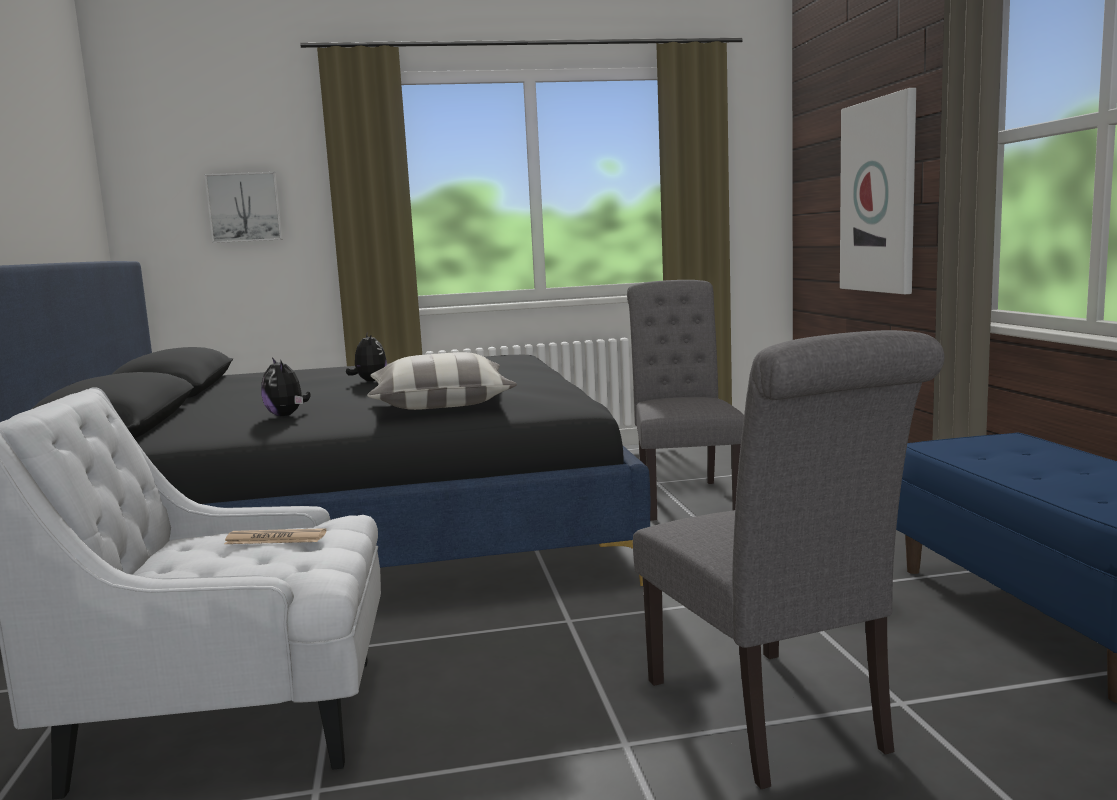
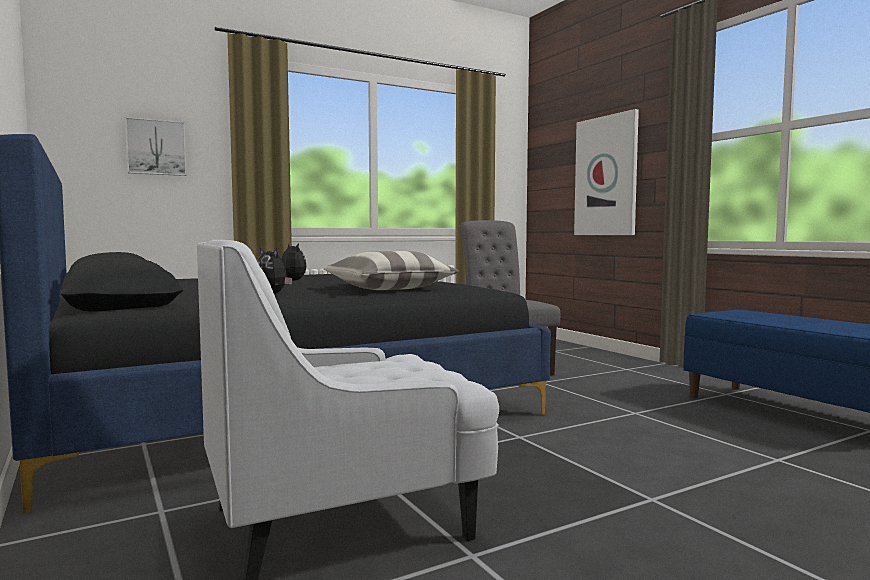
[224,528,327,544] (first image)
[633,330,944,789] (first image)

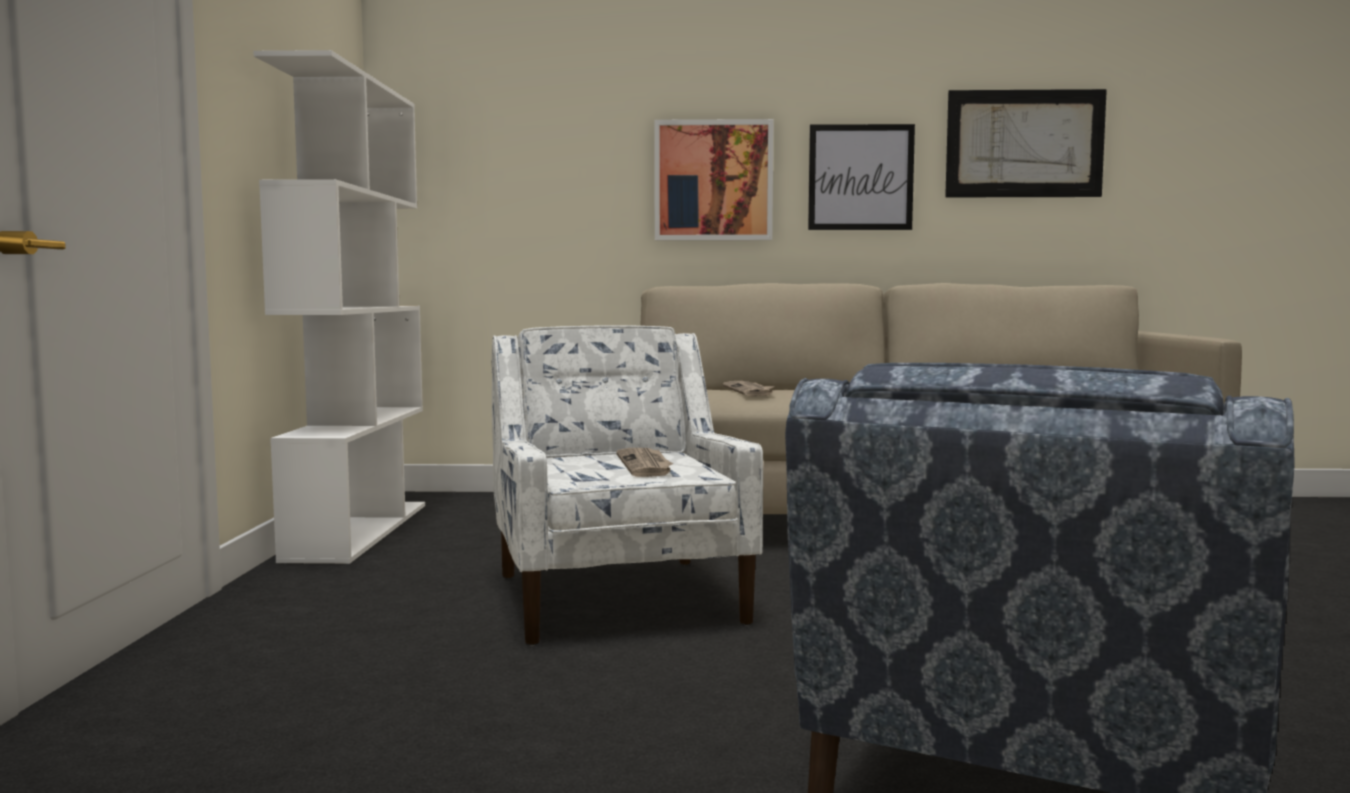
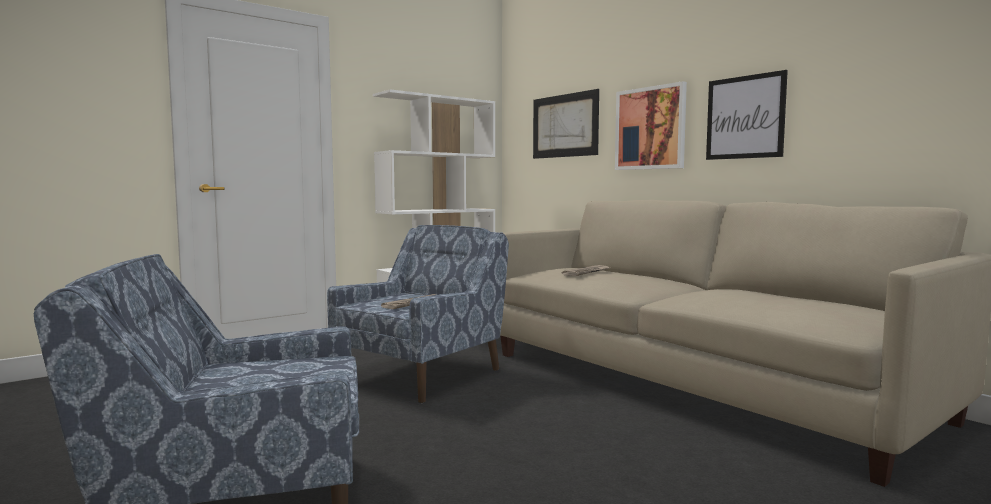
[327,225,509,403]
[533,89,599,159]

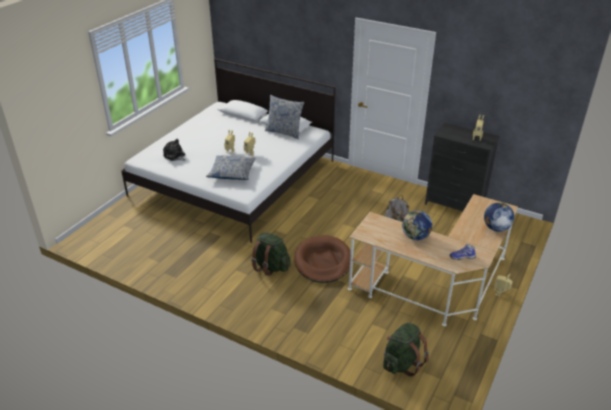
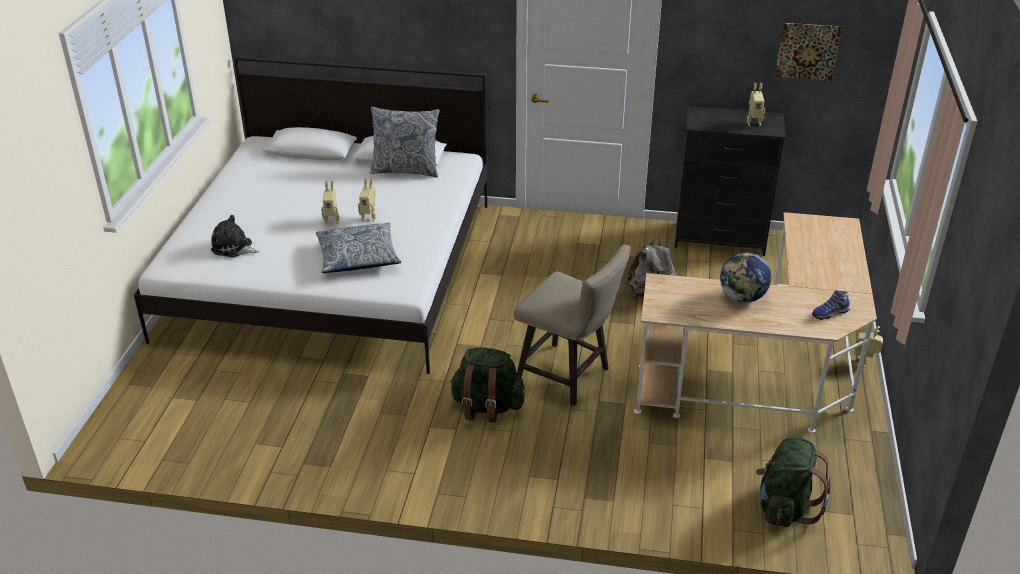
[513,245,631,406]
[484,202,515,232] (first image)
[775,23,842,81]

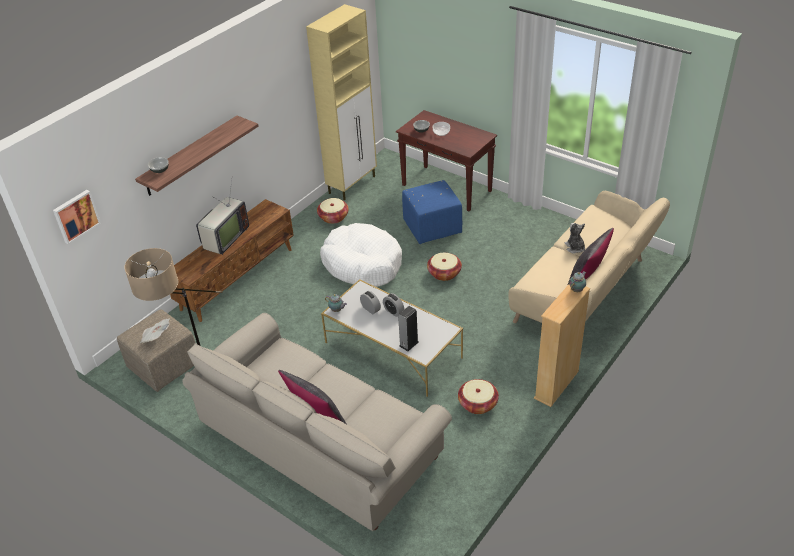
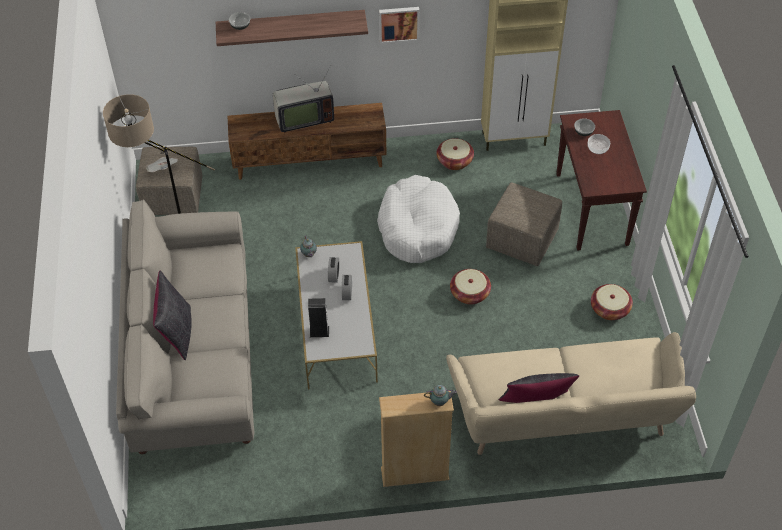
[379,7,419,44]
[486,183,562,266]
[591,284,633,320]
[565,223,585,254] (first image)

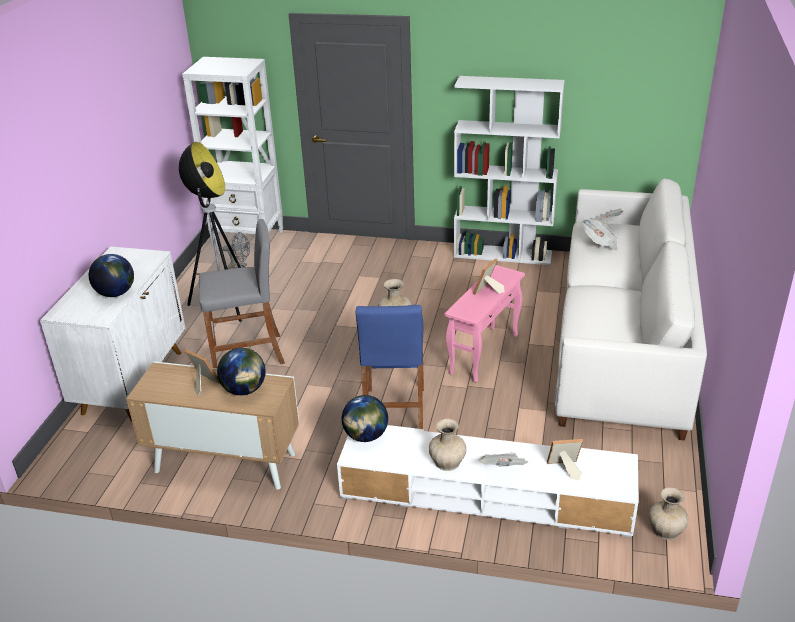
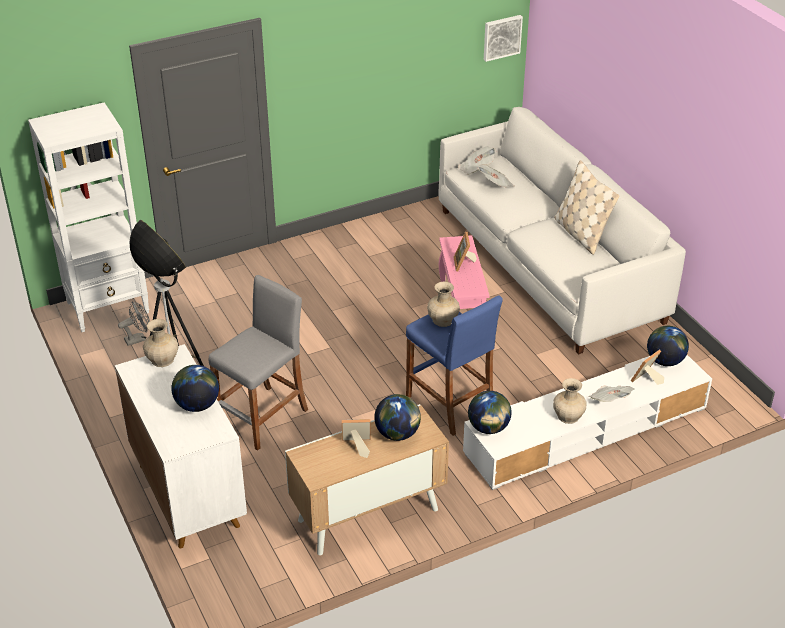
[454,76,565,265] (first image)
[143,319,178,367]
[484,15,523,62]
[554,160,619,255]
[647,326,689,366]

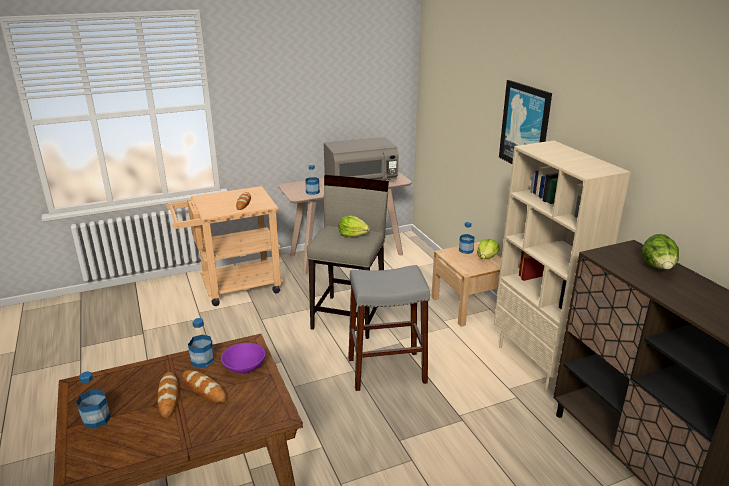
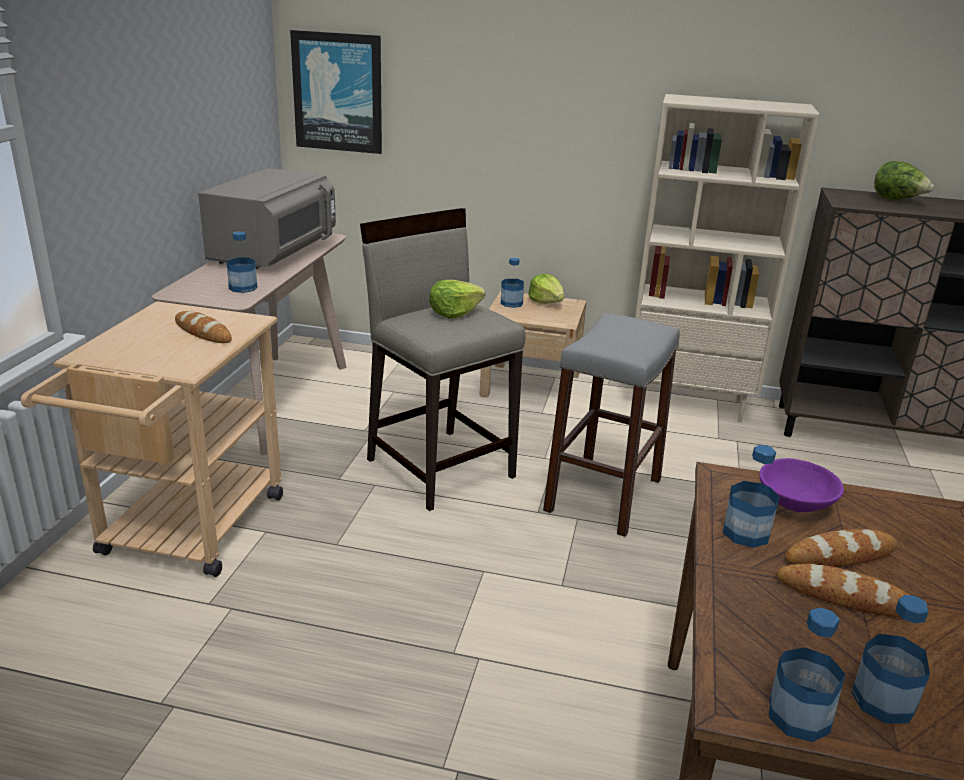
[290,30,382,154]
[769,608,845,742]

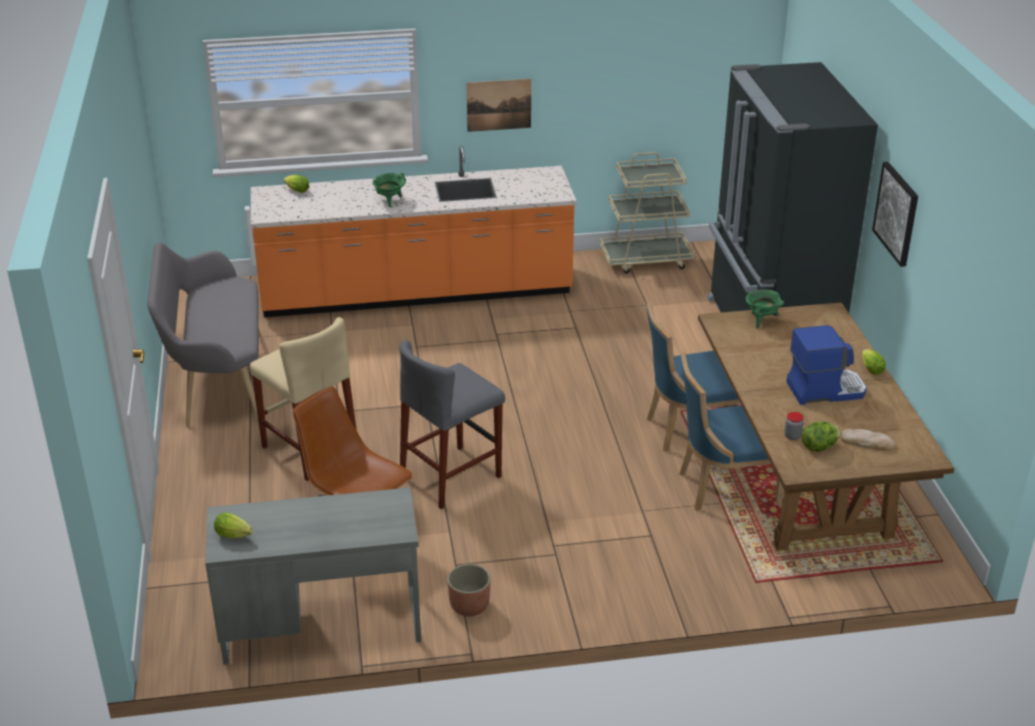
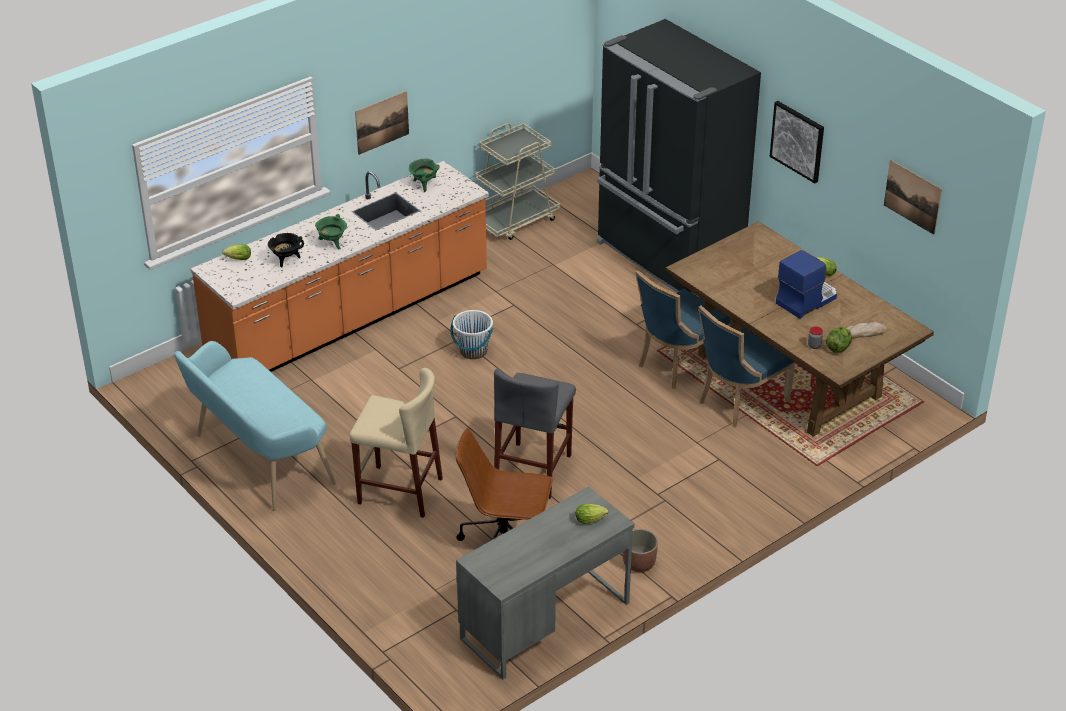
[174,341,336,511]
[576,504,608,524]
[409,159,440,192]
[268,233,304,268]
[450,310,493,359]
[884,160,942,235]

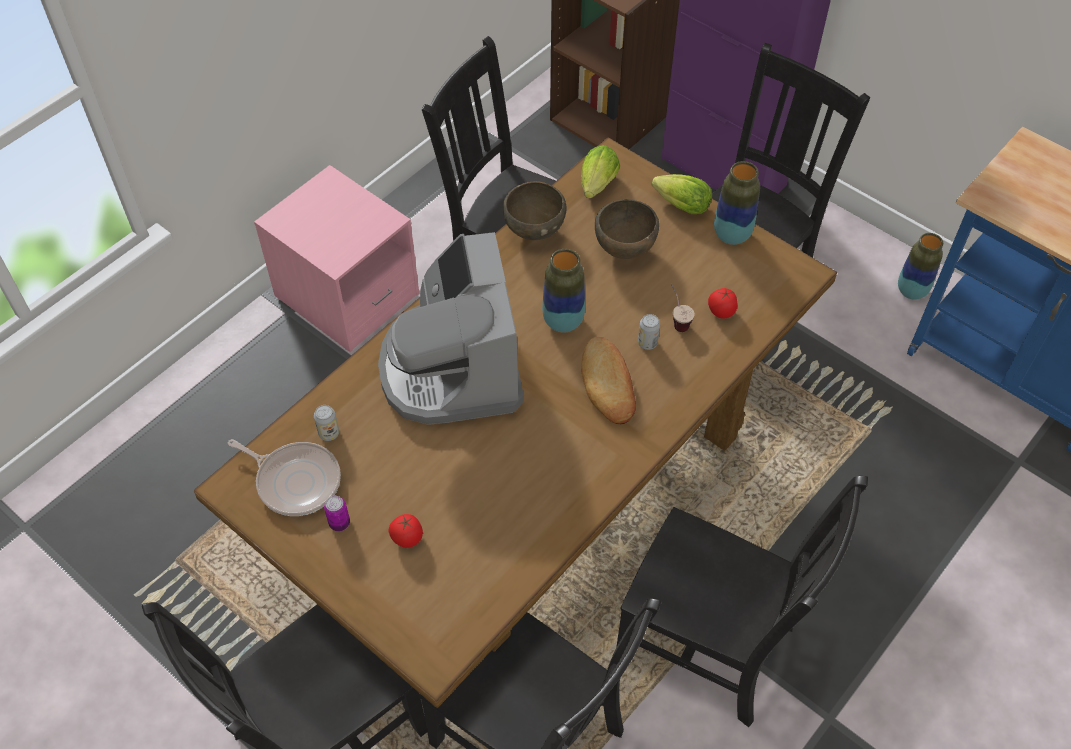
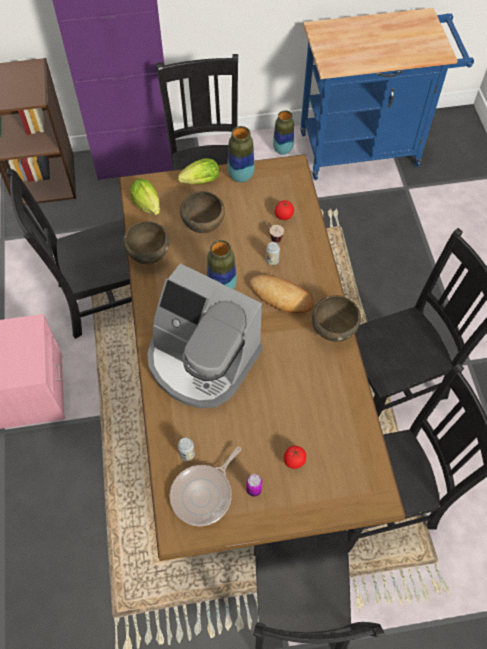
[170,446,241,526]
[312,295,361,342]

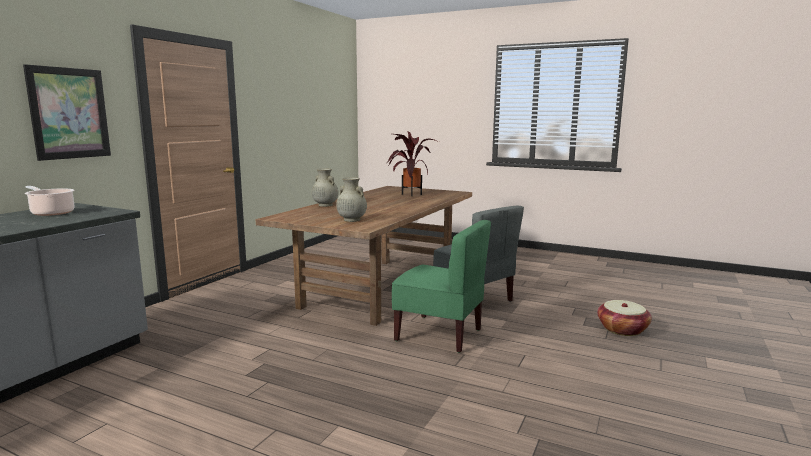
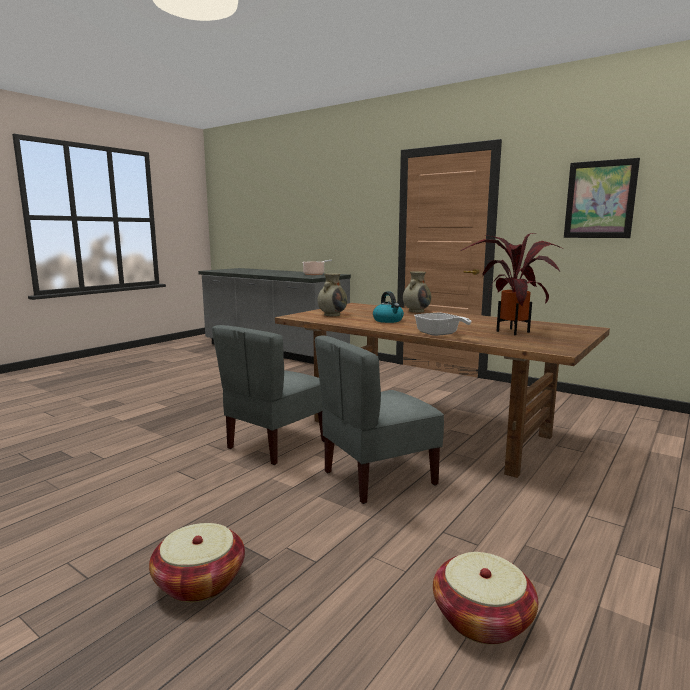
[564,158,640,238]
[212,325,325,465]
[373,291,404,323]
[414,313,472,336]
[433,552,538,645]

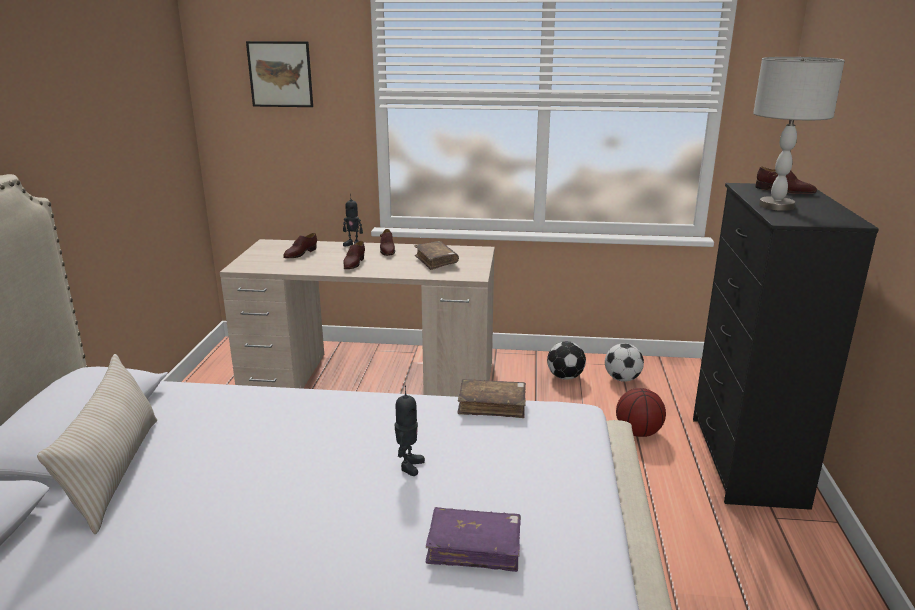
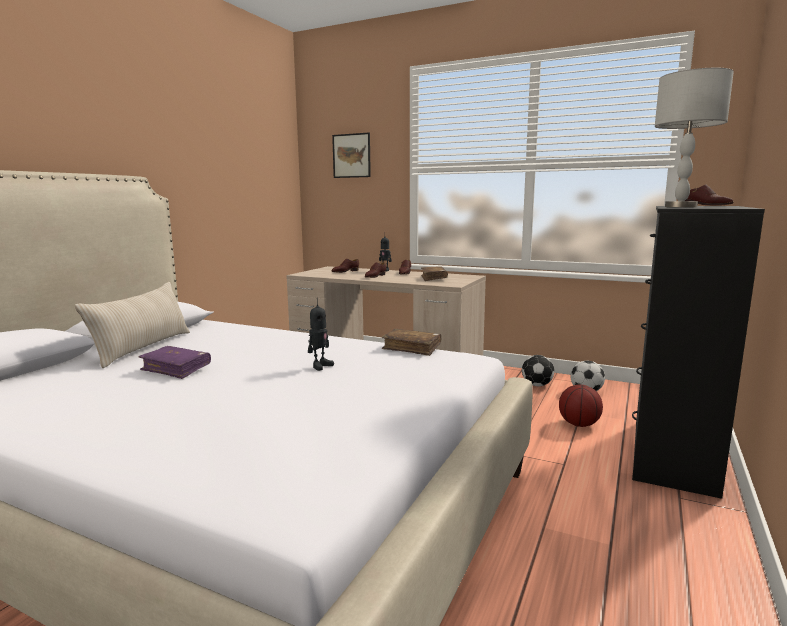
[138,346,211,379]

